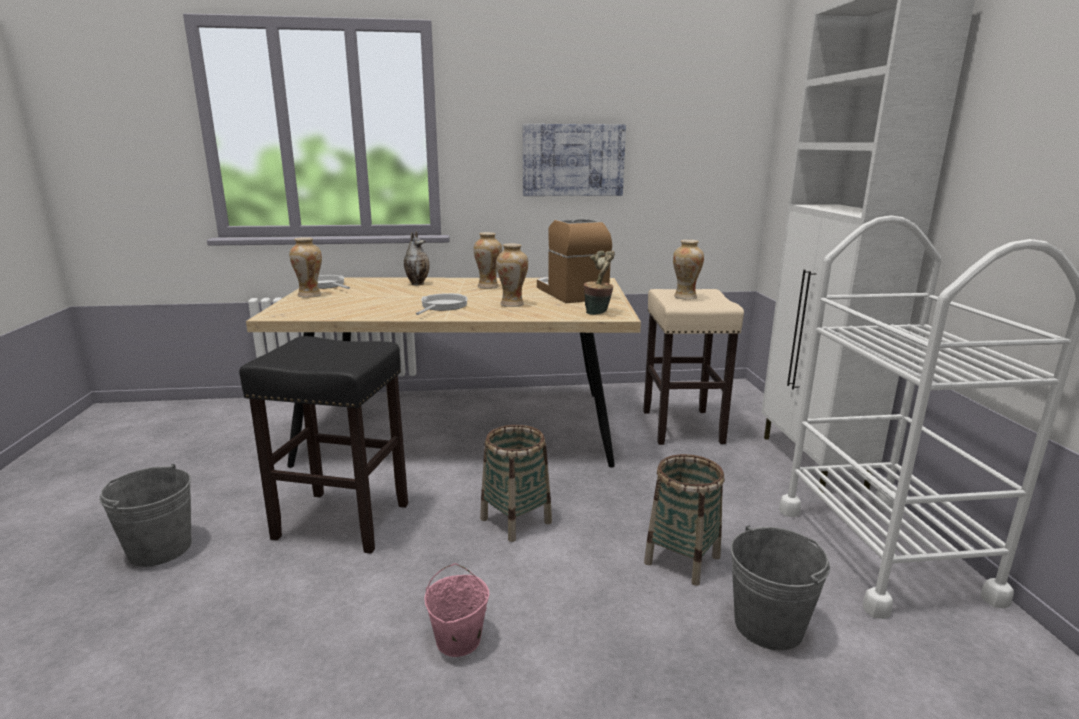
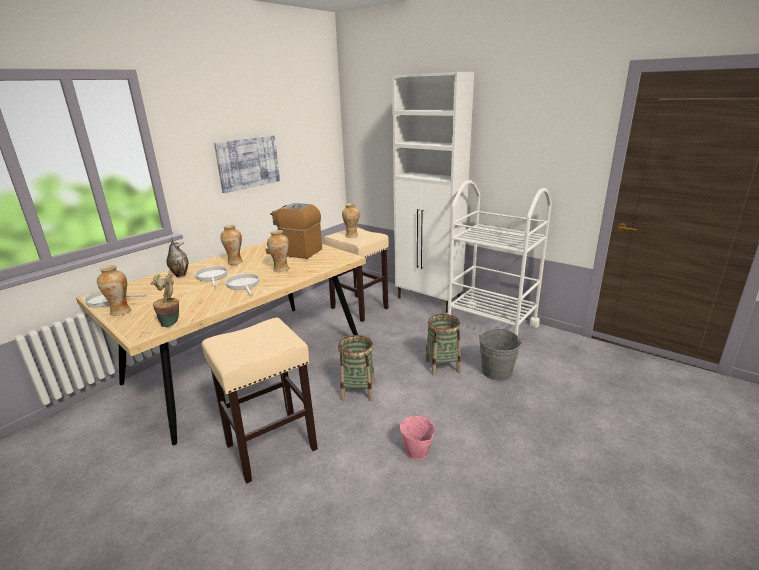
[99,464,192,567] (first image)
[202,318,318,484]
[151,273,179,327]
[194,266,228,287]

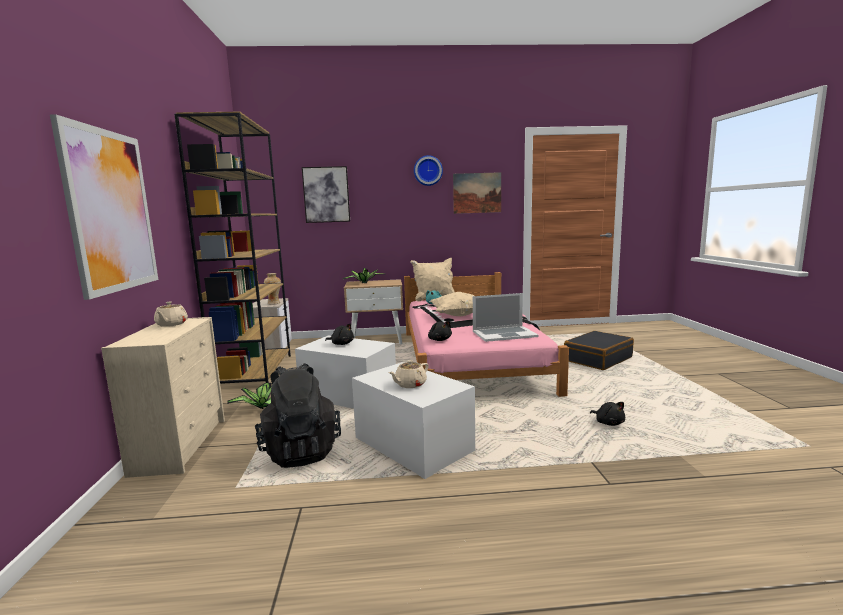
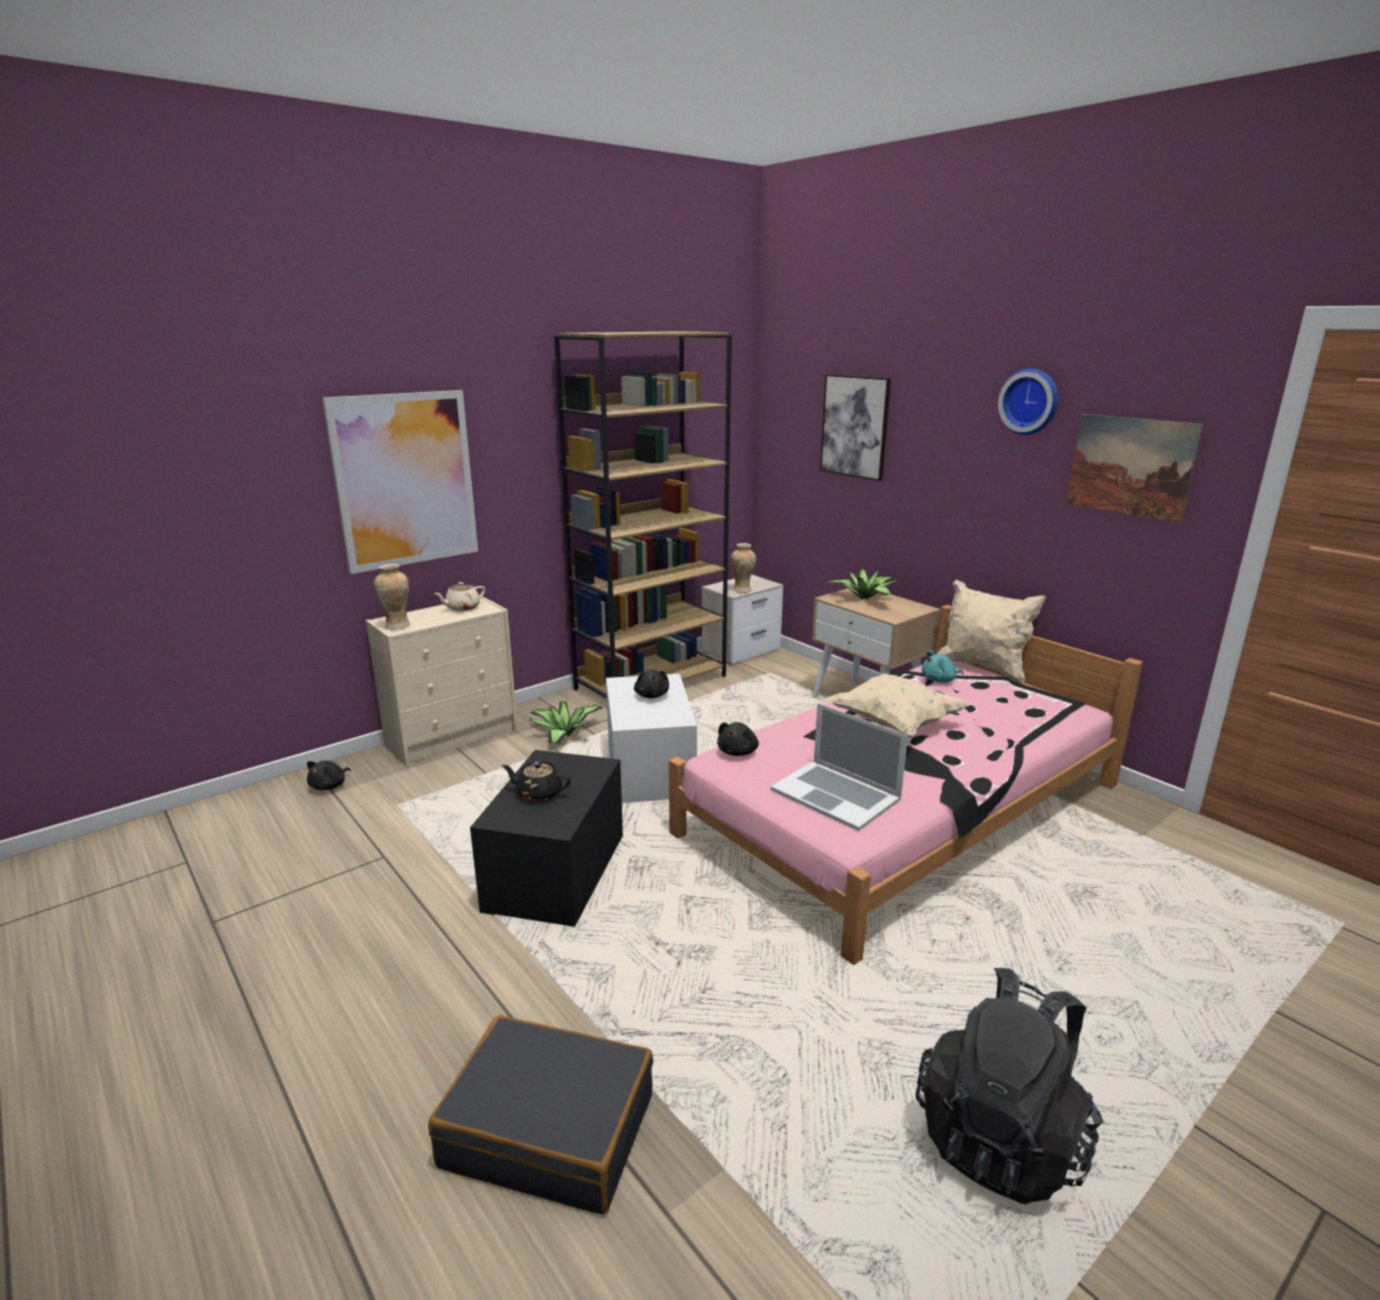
[916,968,1103,1204]
[470,750,623,927]
[502,761,571,802]
[428,1016,653,1215]
[307,760,351,790]
[374,564,410,630]

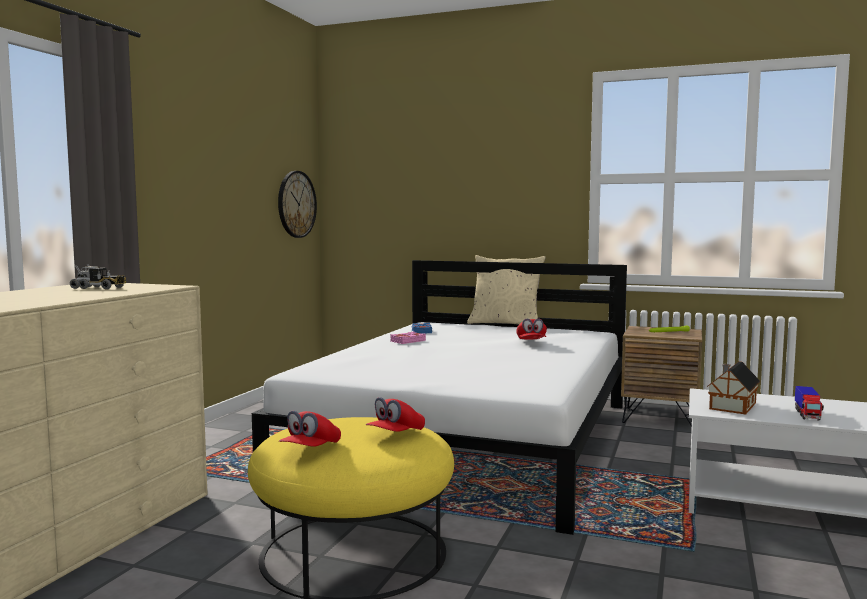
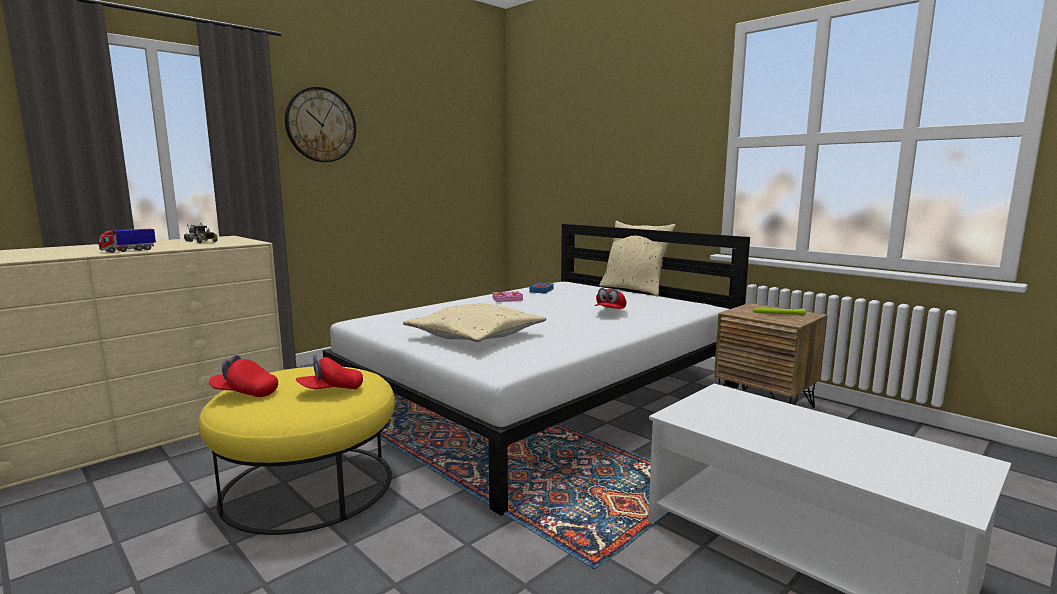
[285,87,356,162]
[209,355,278,397]
[707,361,760,415] (first image)
[98,229,156,253]
[403,303,546,342]

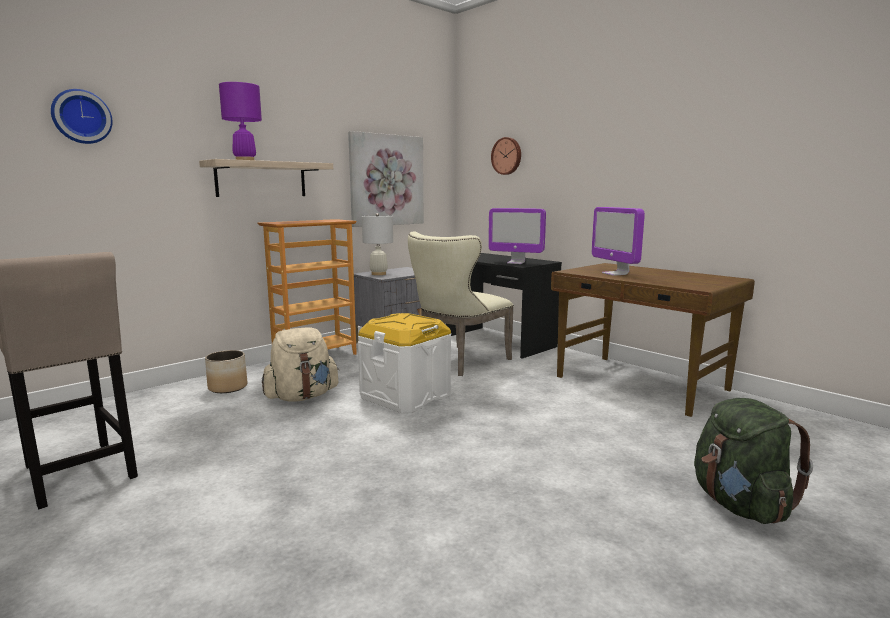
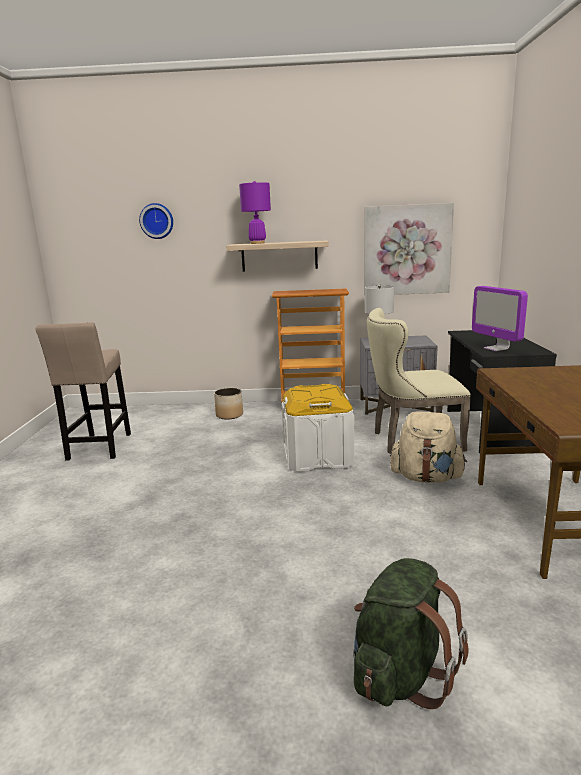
[390,412,467,482]
[491,137,521,175] (first image)
[592,207,645,276] (first image)

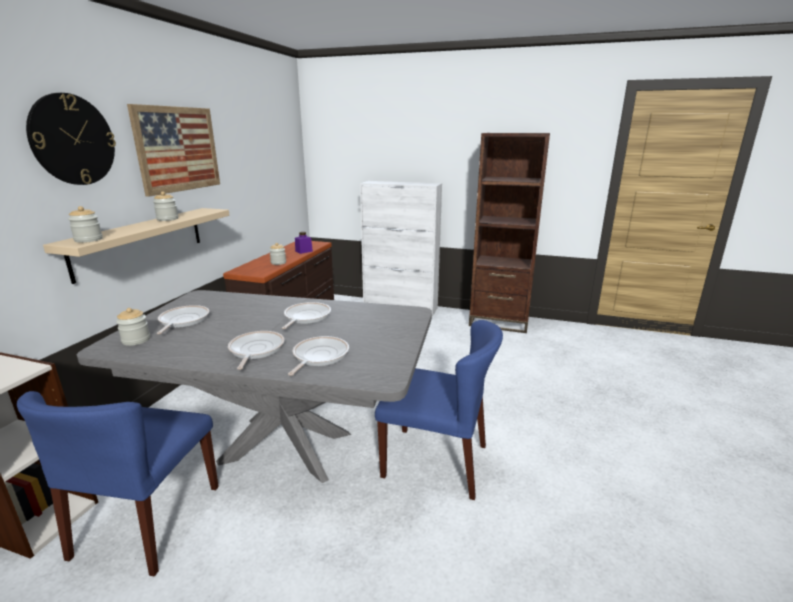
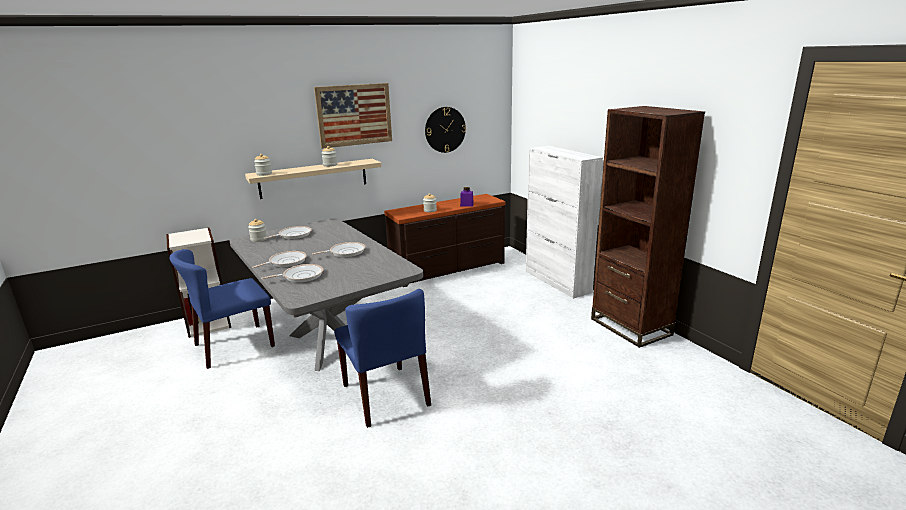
[425,107,466,153]

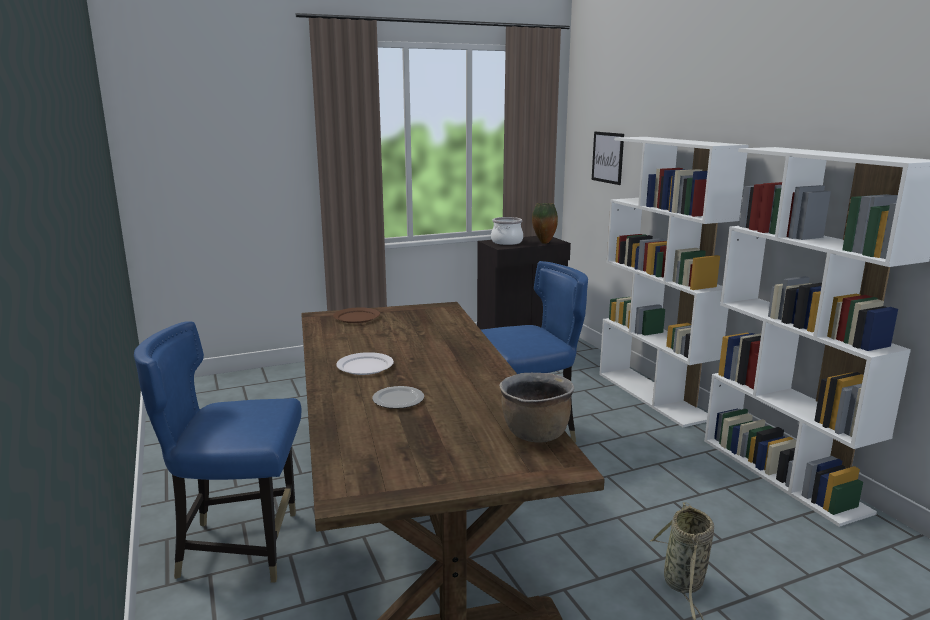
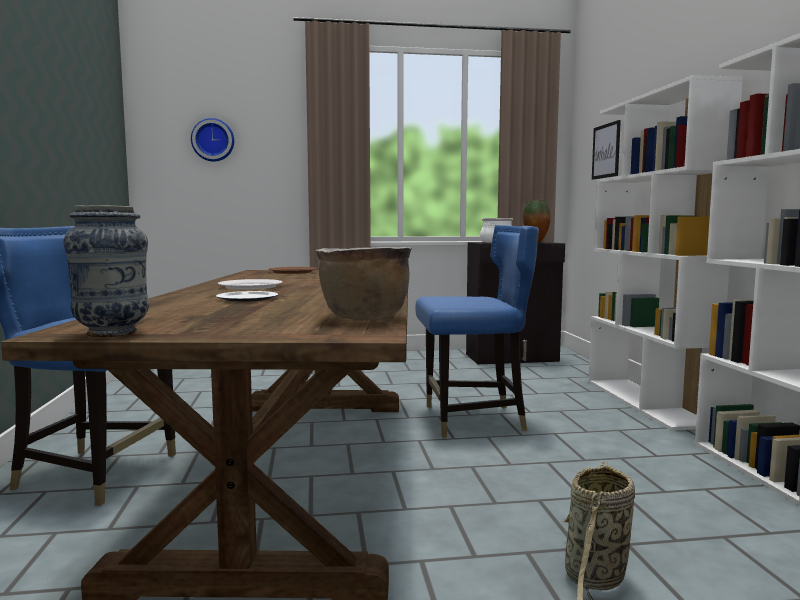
[64,205,149,337]
[191,118,234,162]

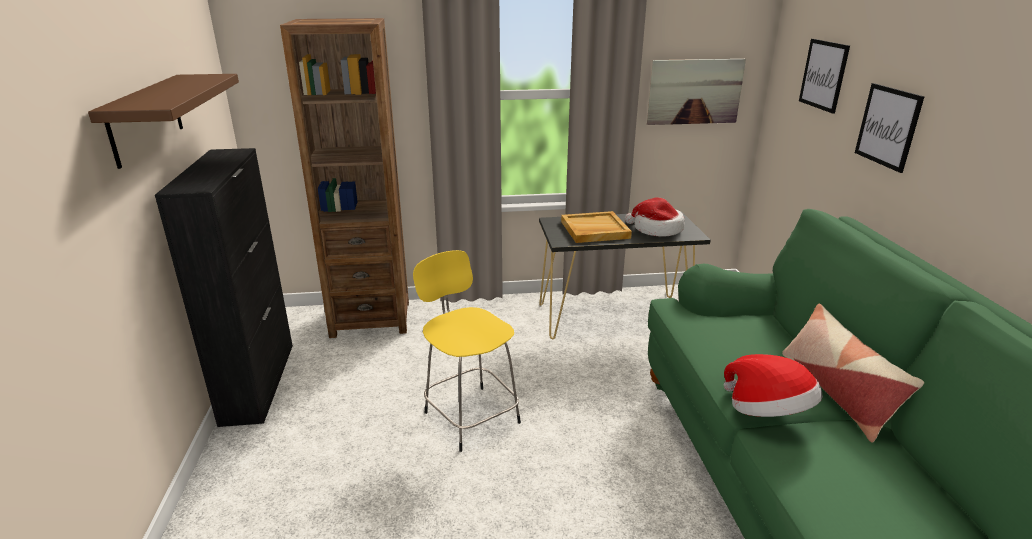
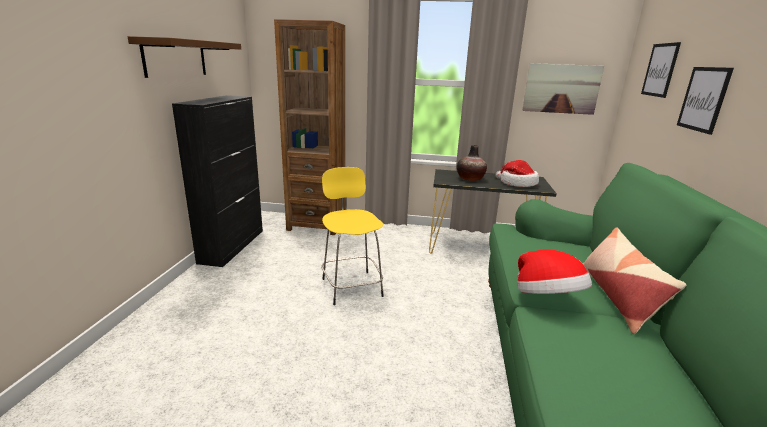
[457,145,487,181]

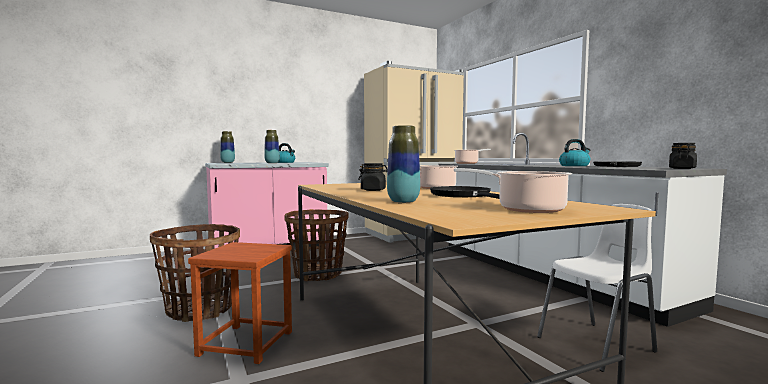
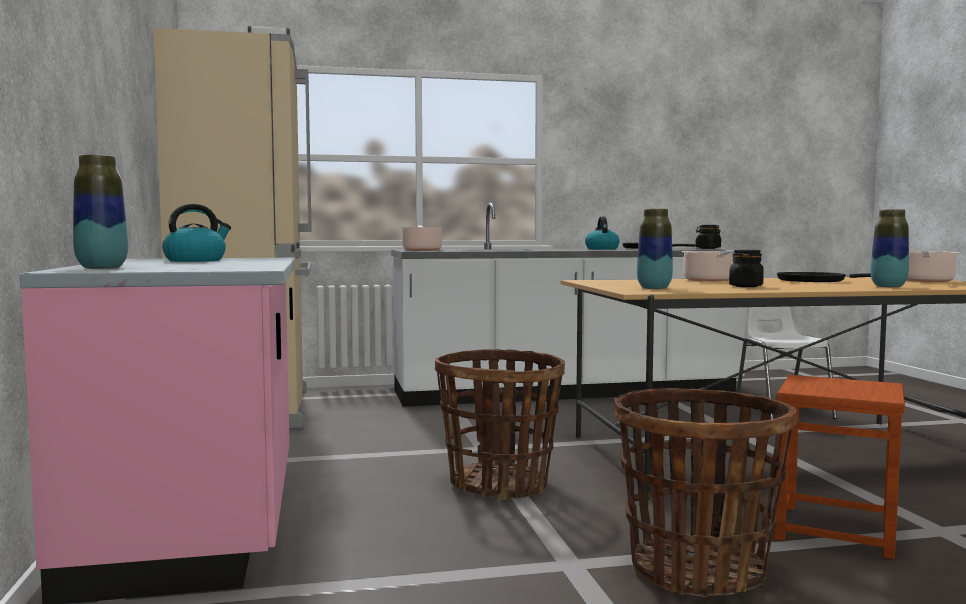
[637,209,673,289]

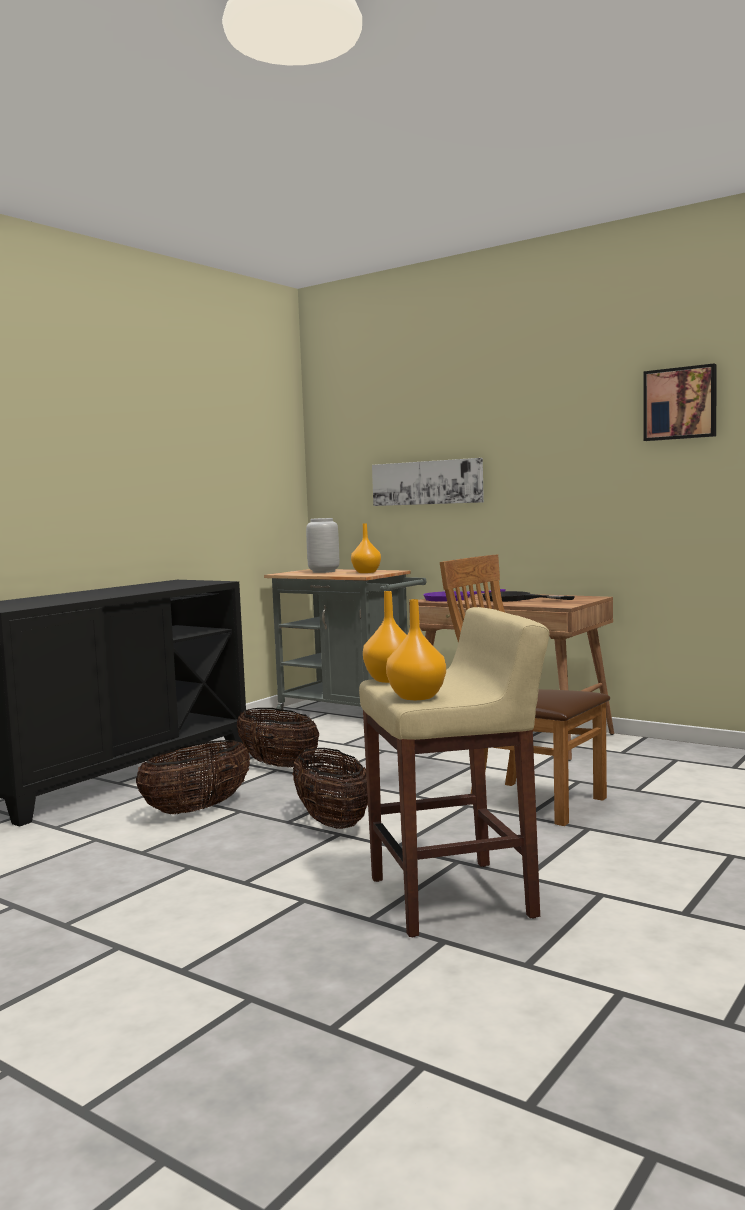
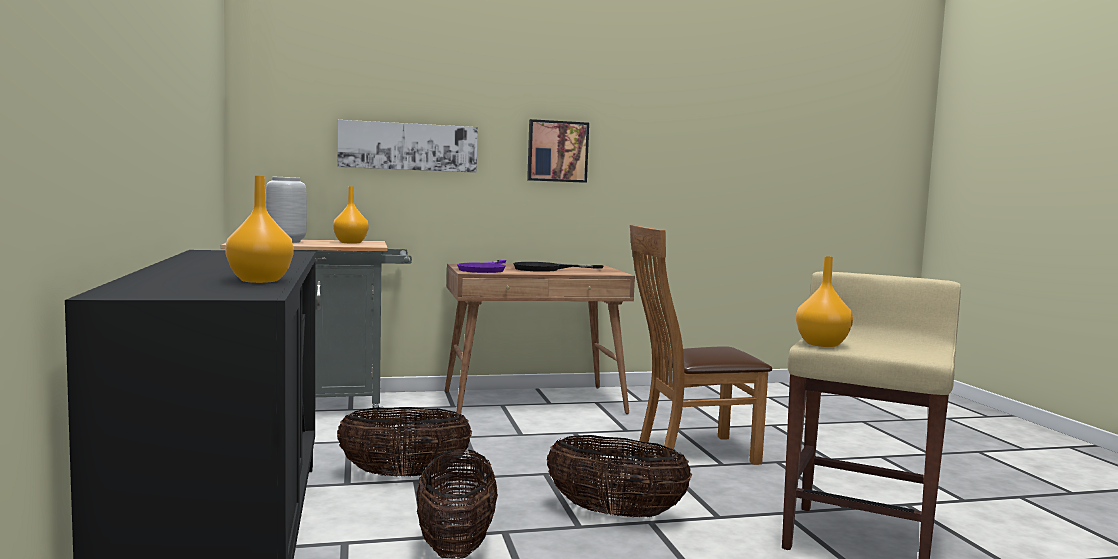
[225,176,294,283]
[527,119,589,183]

